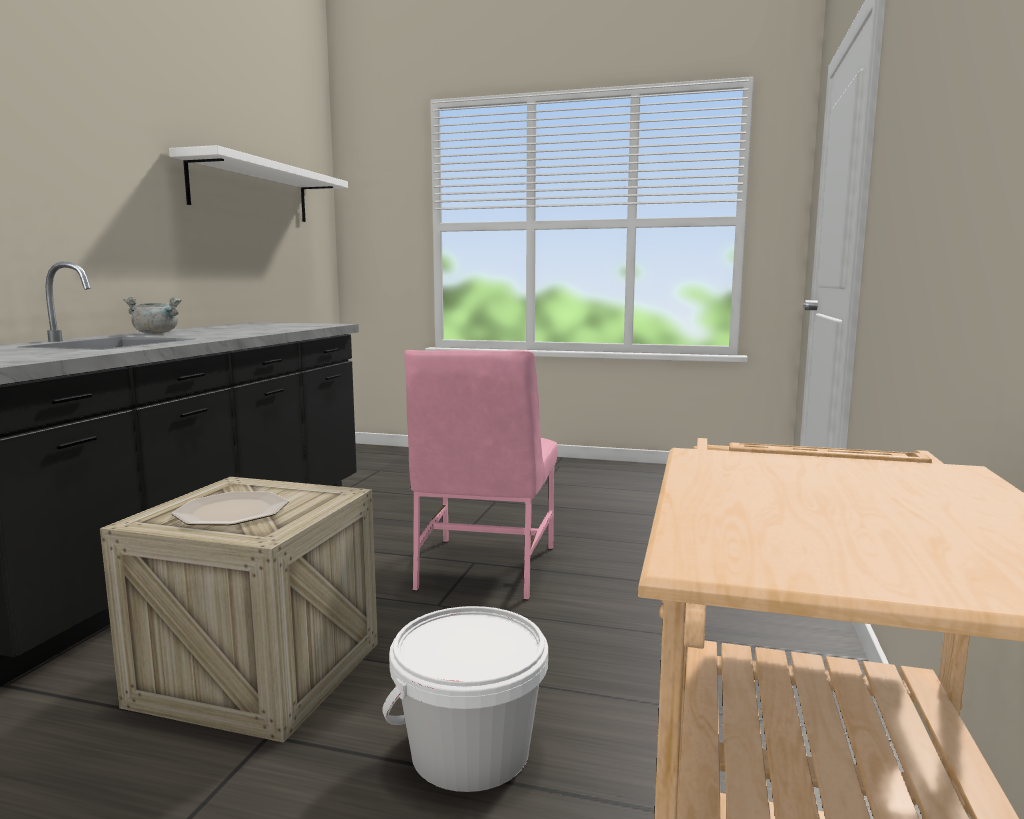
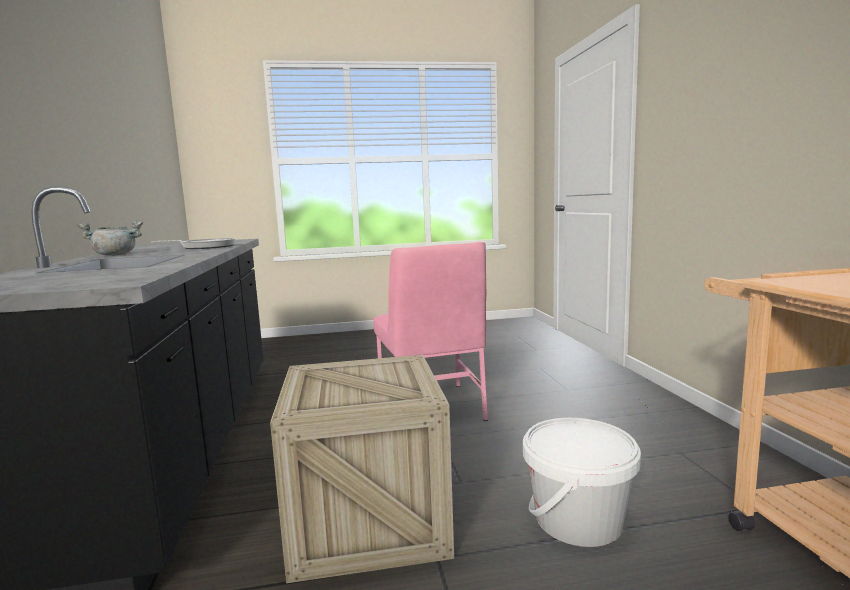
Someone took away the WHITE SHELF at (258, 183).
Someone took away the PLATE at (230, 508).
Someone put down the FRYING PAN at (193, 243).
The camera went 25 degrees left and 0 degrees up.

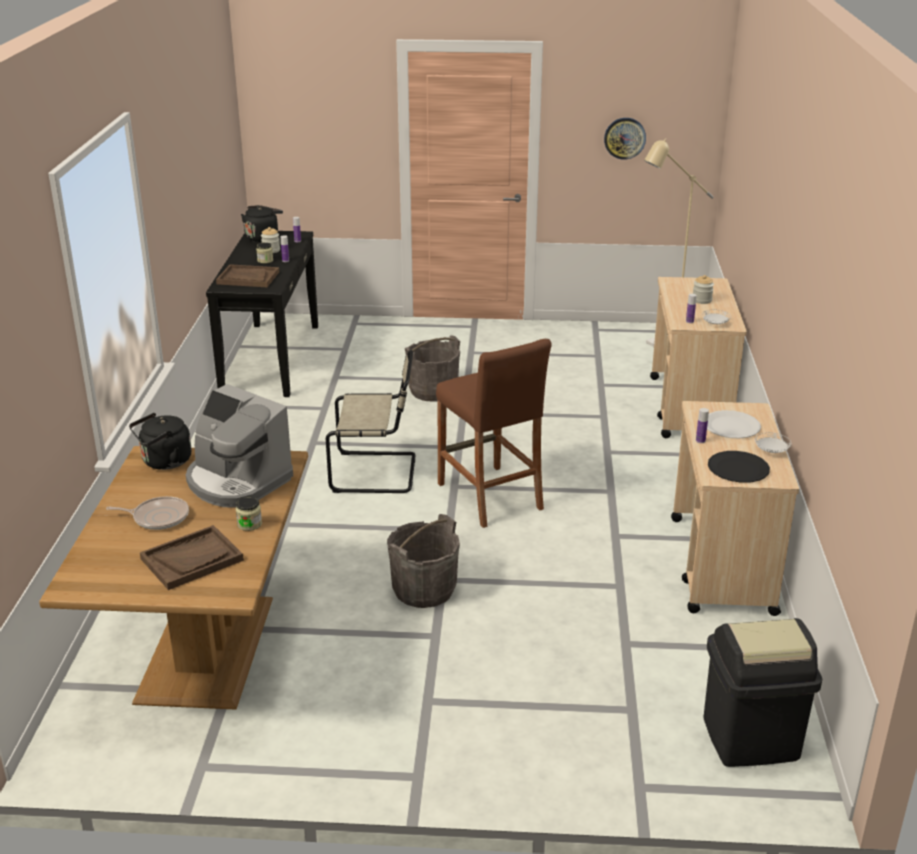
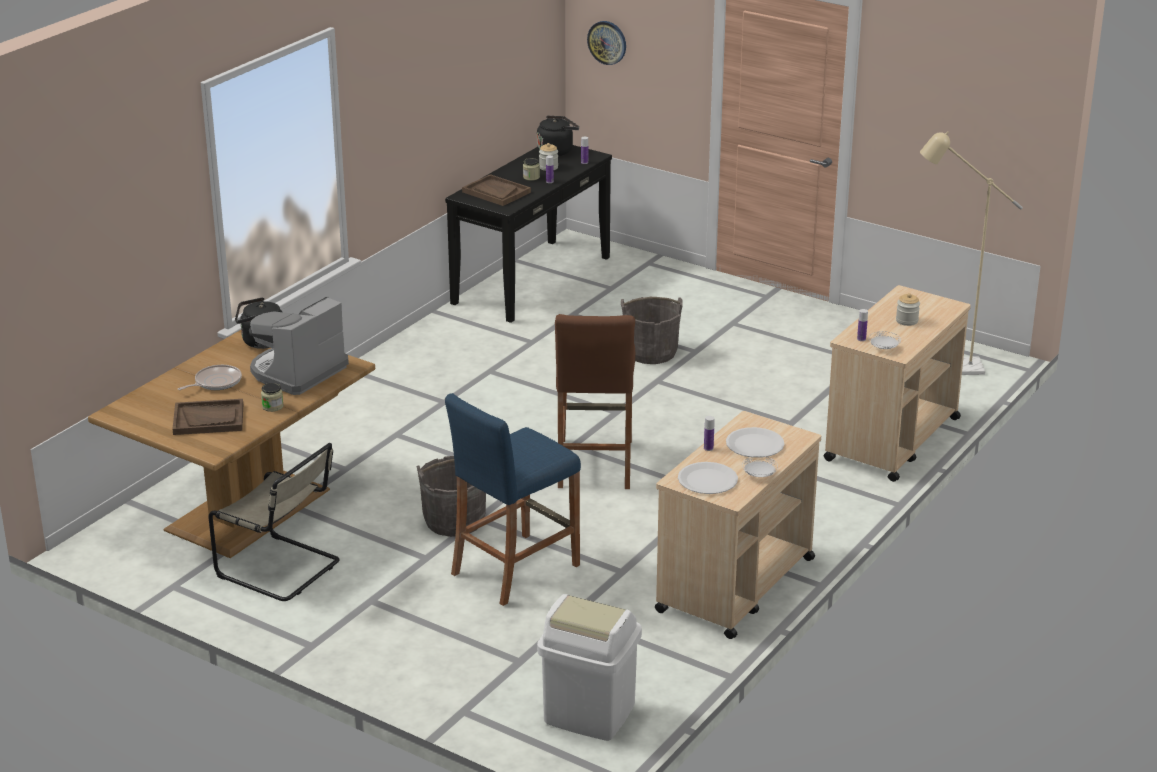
Someone put down the BLUE STOOL at (513, 499).
Someone carried the BEIGE CHAIR from (371, 421) to (274, 522).
Someone carried the WALL CLOCK from (625, 139) to (606, 43).
Someone repainted the BLACK TRASH CAN at (762, 692), which became the WHITE TRASH CAN at (589, 667).
Someone repainted the BLACK PLATE at (739, 467), which became the WHITE PLATE at (708, 478).
Someone rotated the FRYING PAN at (147, 513) by 75 degrees counterclockwise.
Someone rotated the COFFEE MACHINE at (239, 446) by 60 degrees clockwise.
The camera went 30 degrees right and 0 degrees up.

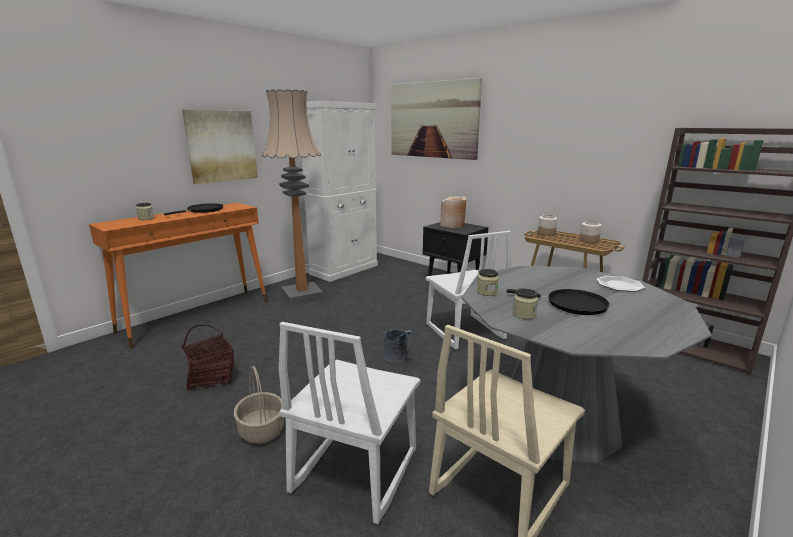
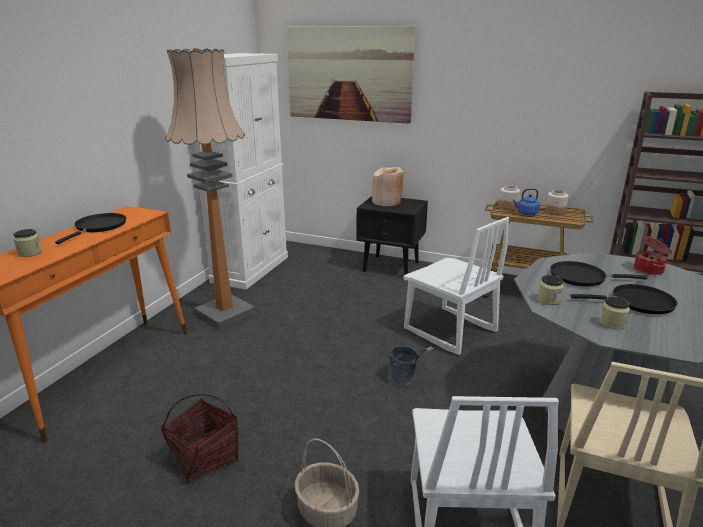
Someone took away the PICTURE at (220, 147).
Someone put down the BLUE KETTLE at (526, 201).
Someone put down the BLACK FRYING PAN at (599, 273).
Someone swapped the PLATE at (621, 284) for the COOKING POT at (653, 255).
The camera went 20 degrees left and 5 degrees up.

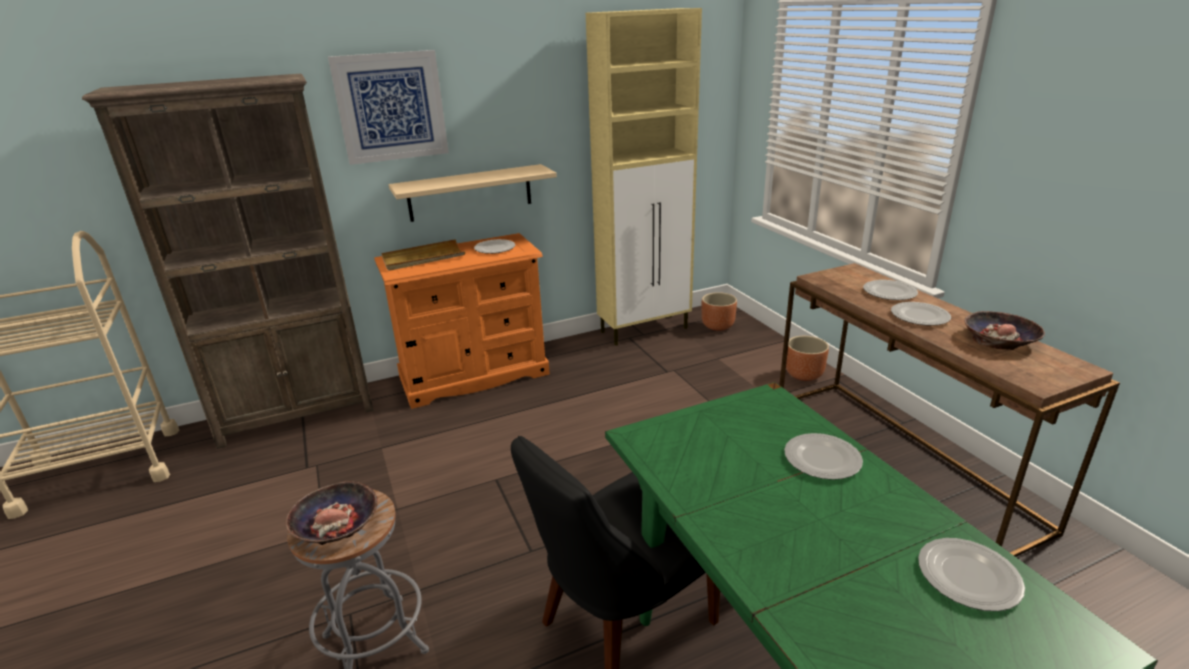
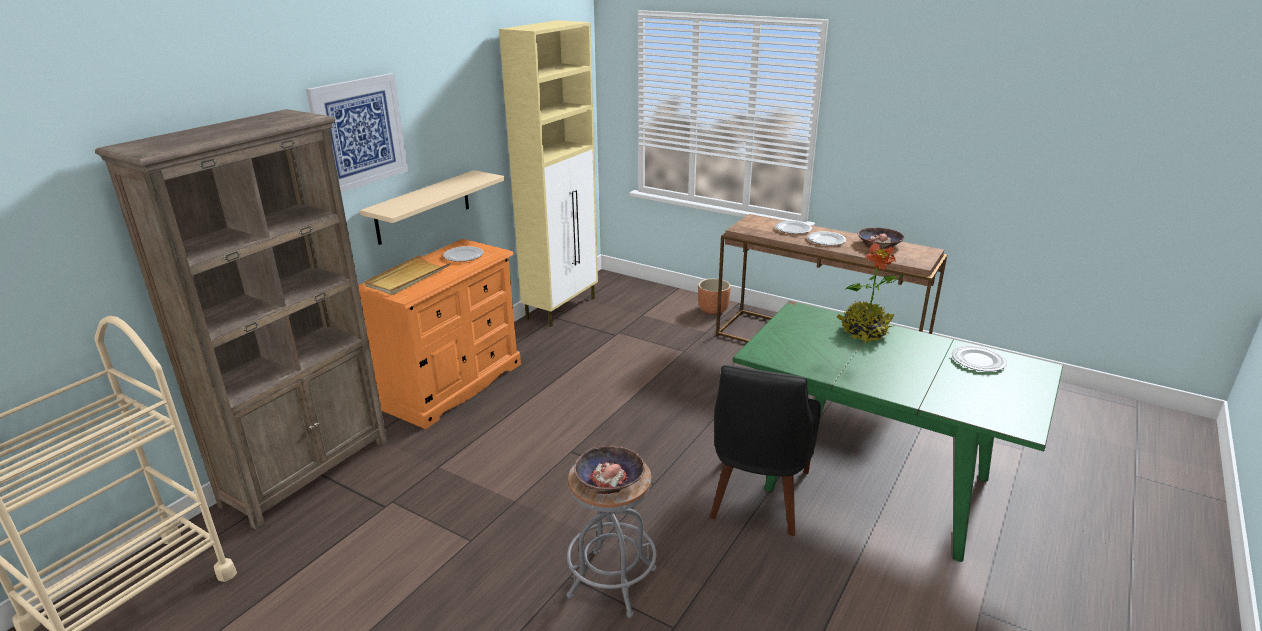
Someone took away the BROWN PLANTER at (719, 311).
Someone swapped the PLATE at (823, 456) for the POTTED PLANT at (869, 292).
The camera went 35 degrees left and 0 degrees up.

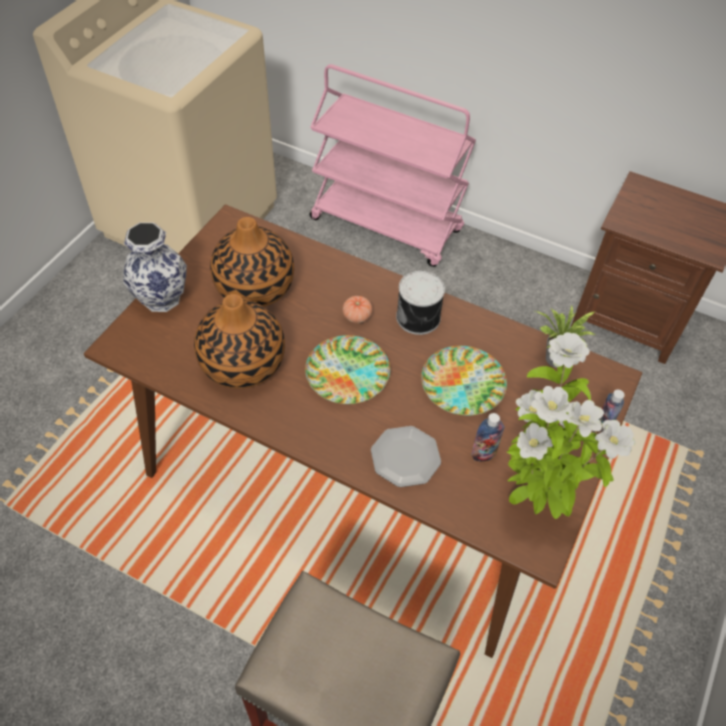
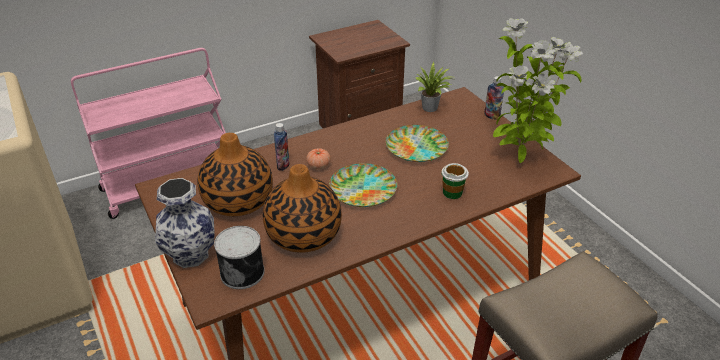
Someone carried the CAN from (420, 303) to (239, 257).
Someone carried the BOTTLE from (487, 437) to (282, 147).
Someone swapped the PLATE at (406, 456) for the CUP at (455, 181).
The camera went 55 degrees left and 15 degrees down.

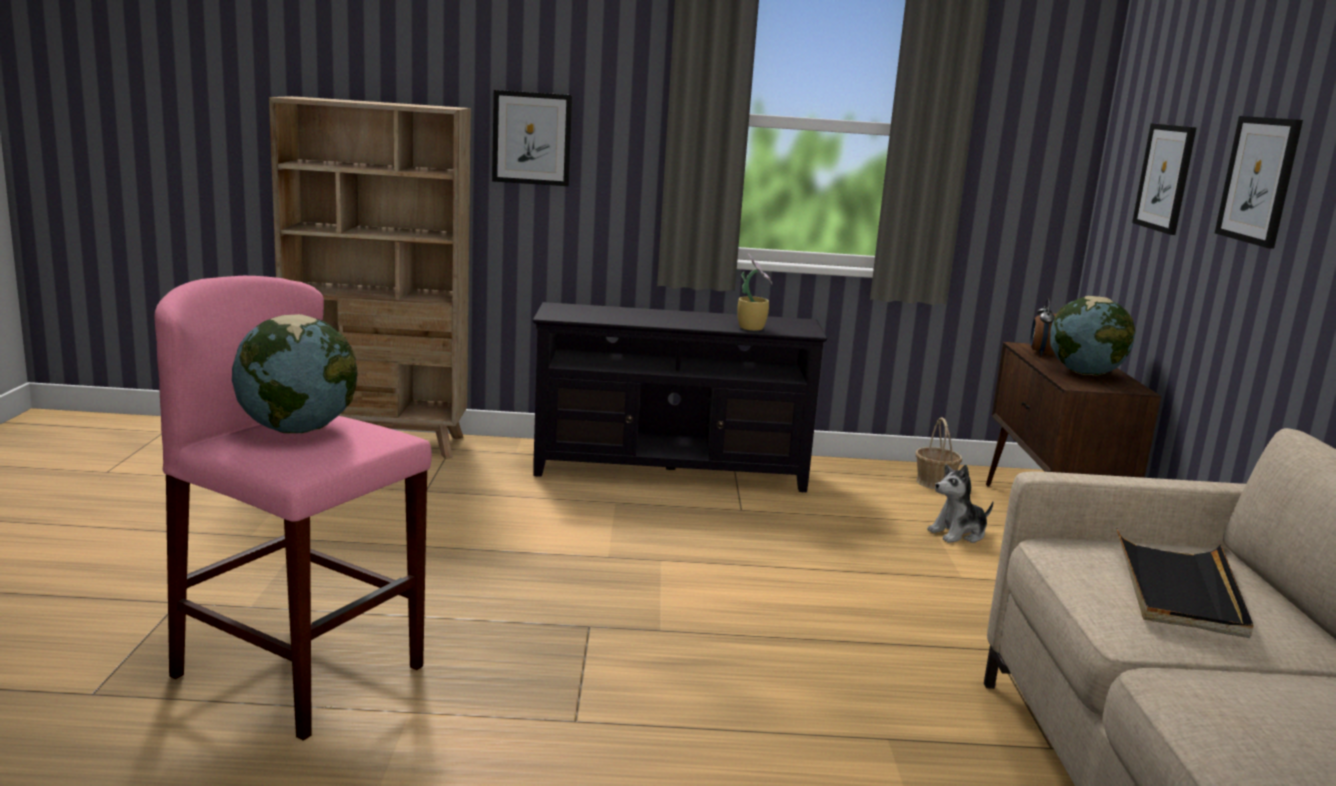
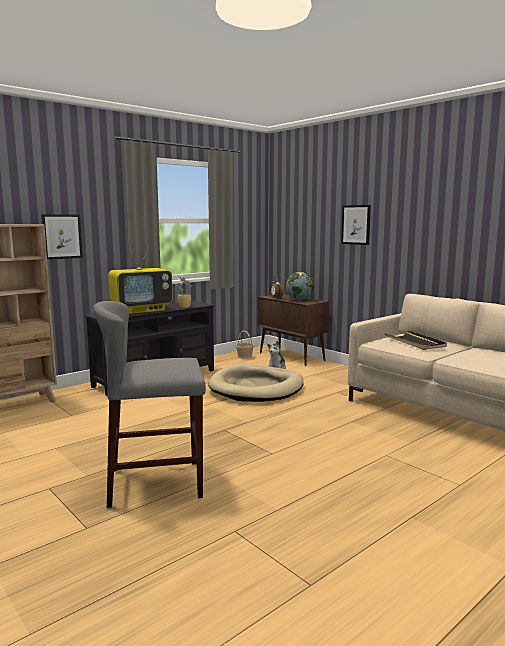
Someone took away the GLOBE at (295, 374).
Someone took away the PICTURE at (1164, 179).
Someone put down the TELEVISION at (140, 279).
Someone put down the BEIGE DOG BED at (256, 383).
Someone repainted the PINK STOOL at (293, 508), which became the GREY STOOL at (149, 404).
The camera went 40 degrees left and 5 degrees down.

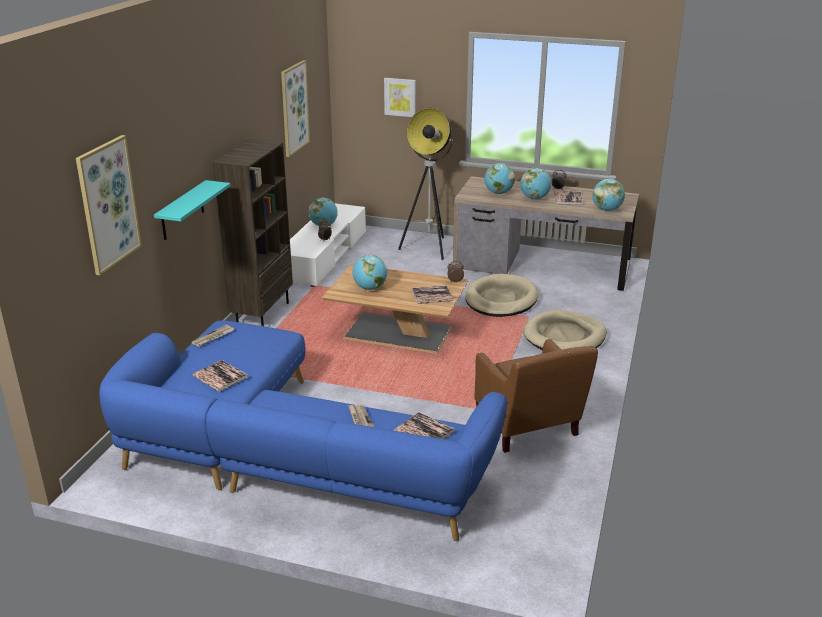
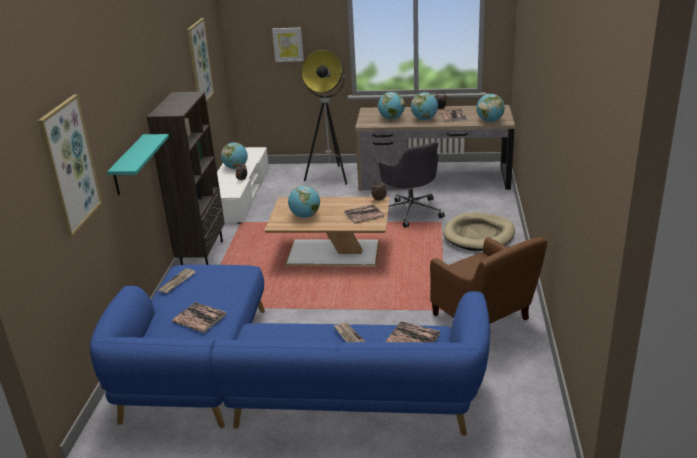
Someone swapped the BEIGE DOG BED at (501, 295) for the GREY OFFICE CHAIR at (412, 184).
The camera went 10 degrees left and 0 degrees up.

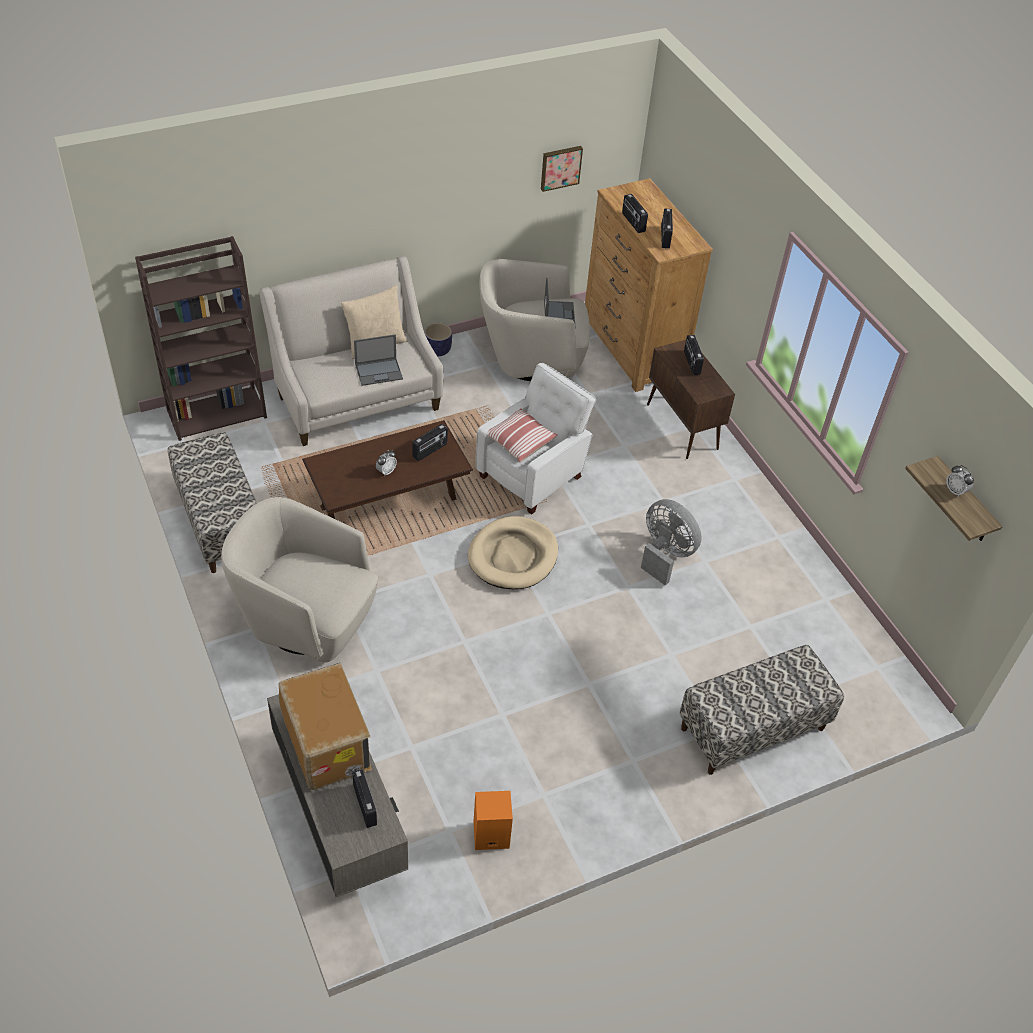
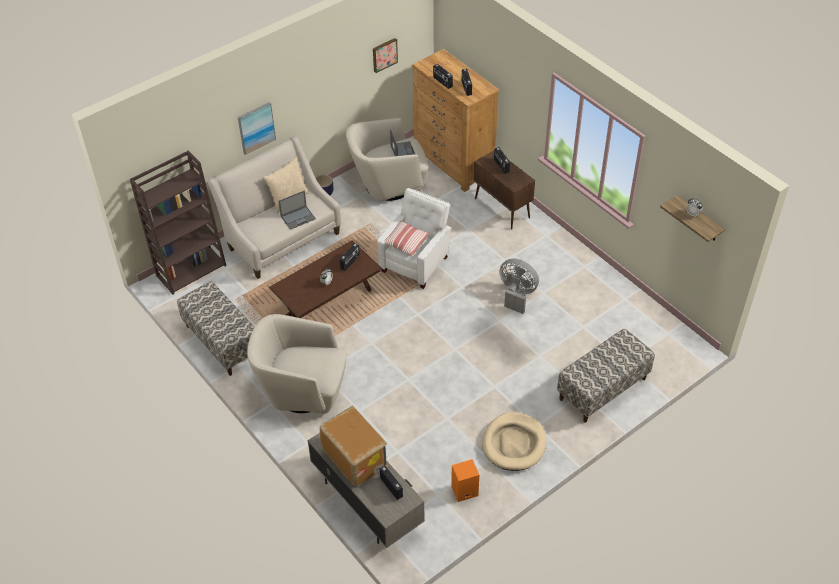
Someone put up the PICTURE at (257, 128).
Someone carried the BEIGE DOG BED from (513, 552) to (514, 441).
The camera went 10 degrees left and 0 degrees up.

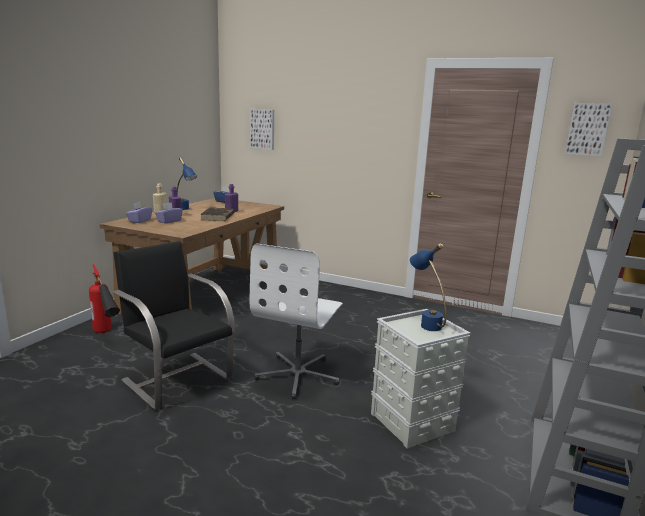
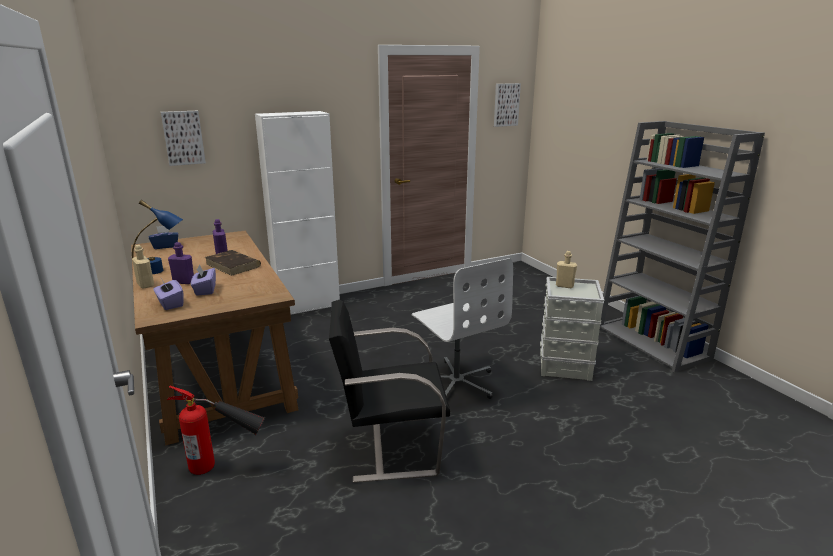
Someone put down the WHITE CABINET at (297, 213).
Someone swapped the BLUE TABLE LAMP at (428, 287) for the BEIGE BOTTLE at (566, 269).
The camera went 50 degrees left and 5 degrees up.

